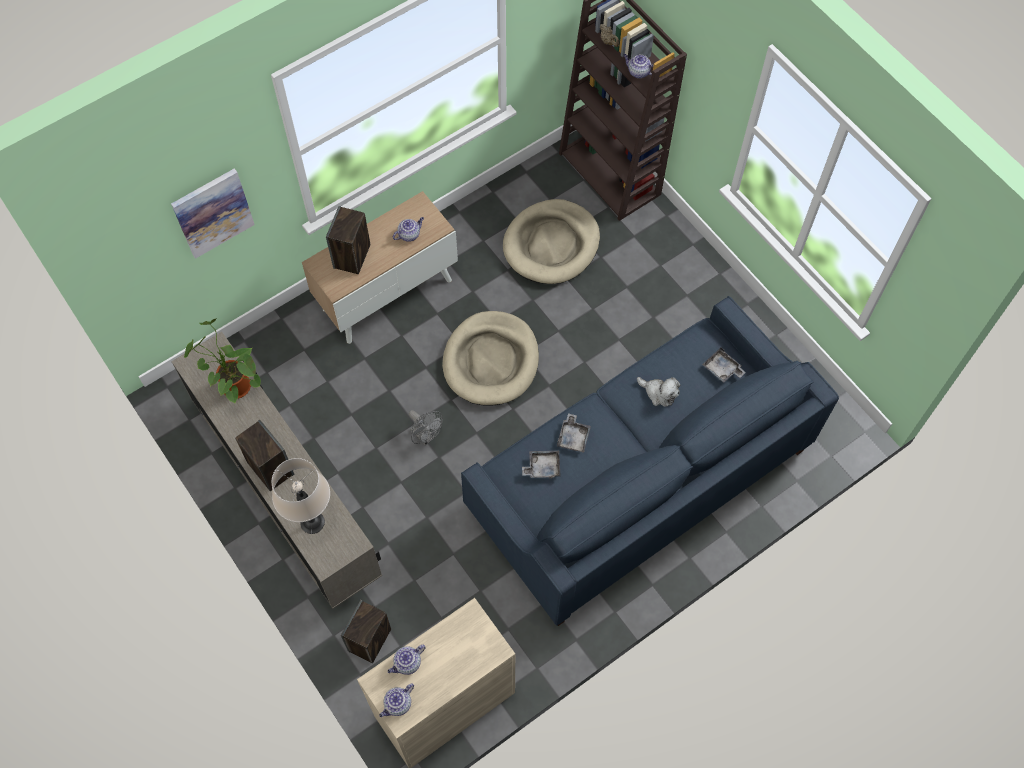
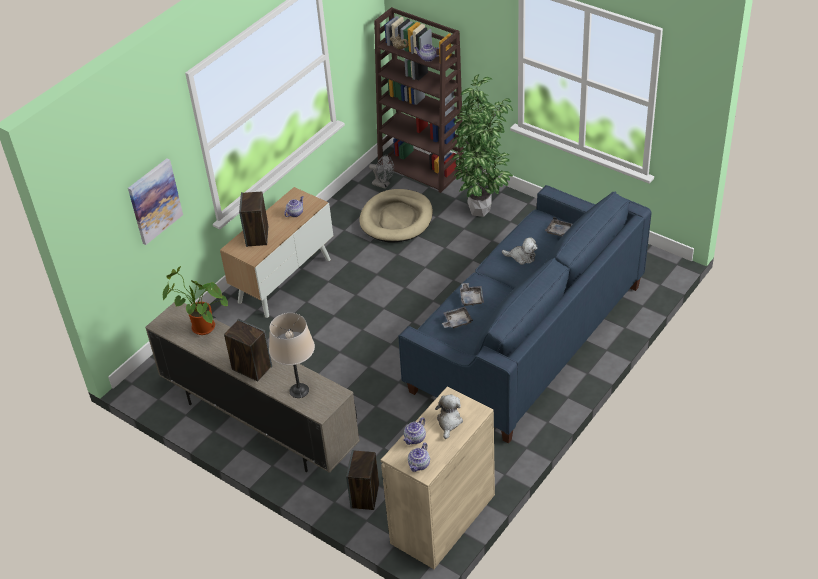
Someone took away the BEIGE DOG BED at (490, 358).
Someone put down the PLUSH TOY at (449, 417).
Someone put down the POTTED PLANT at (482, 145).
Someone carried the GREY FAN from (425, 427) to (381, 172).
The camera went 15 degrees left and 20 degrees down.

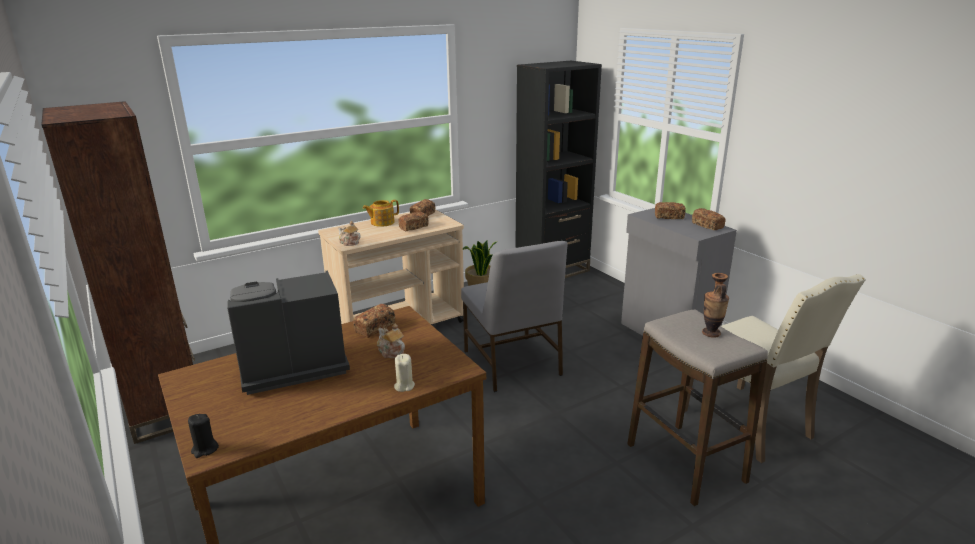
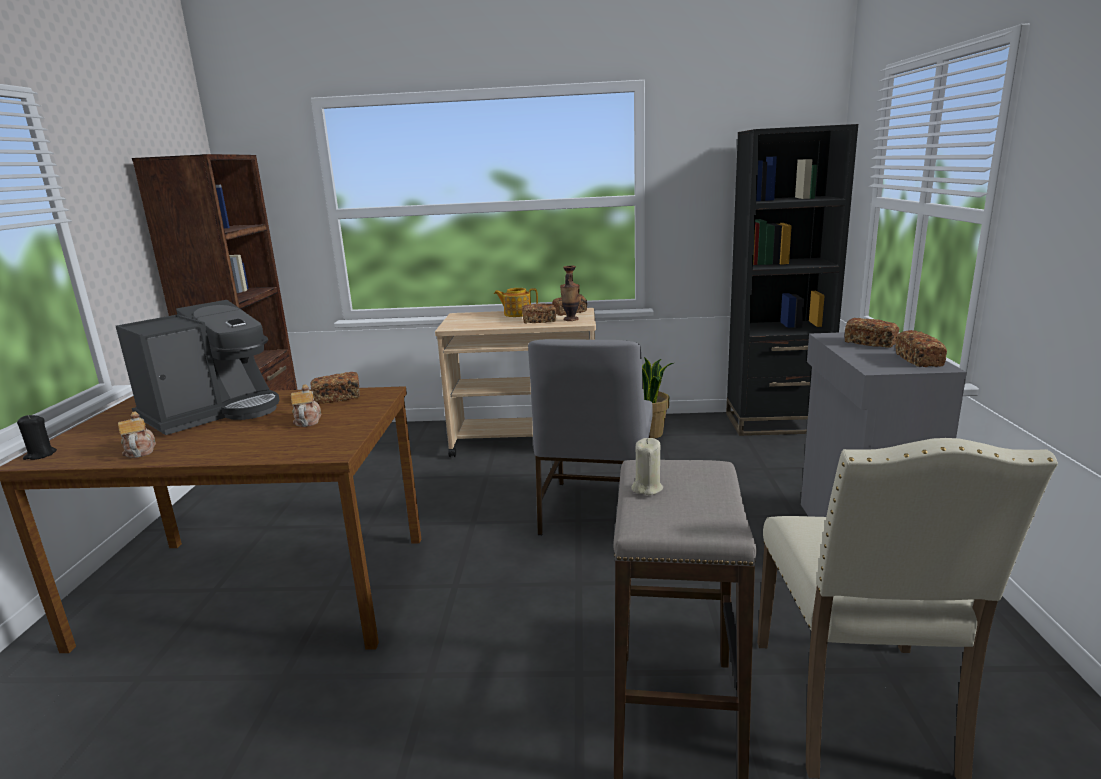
Someone carried the TEAPOT from (349, 233) to (137, 434).
Someone carried the BEIGE CANDLE from (404, 373) to (647, 466).
Someone carried the VASE from (715, 305) to (570, 293).
Someone rotated the COFFEE MACHINE at (288, 332) by 120 degrees clockwise.
The camera went 35 degrees right and 5 degrees down.

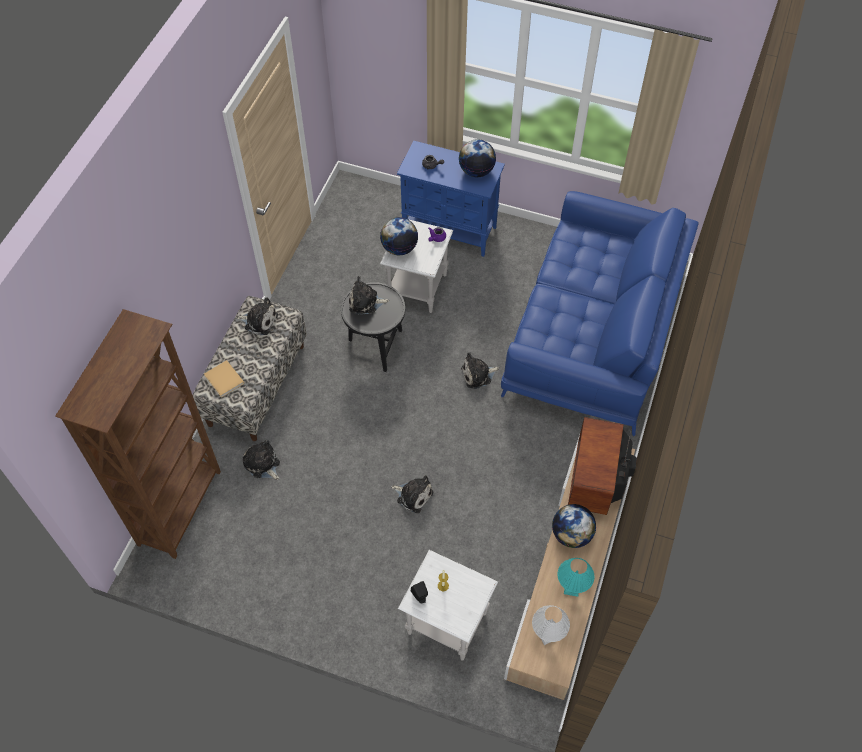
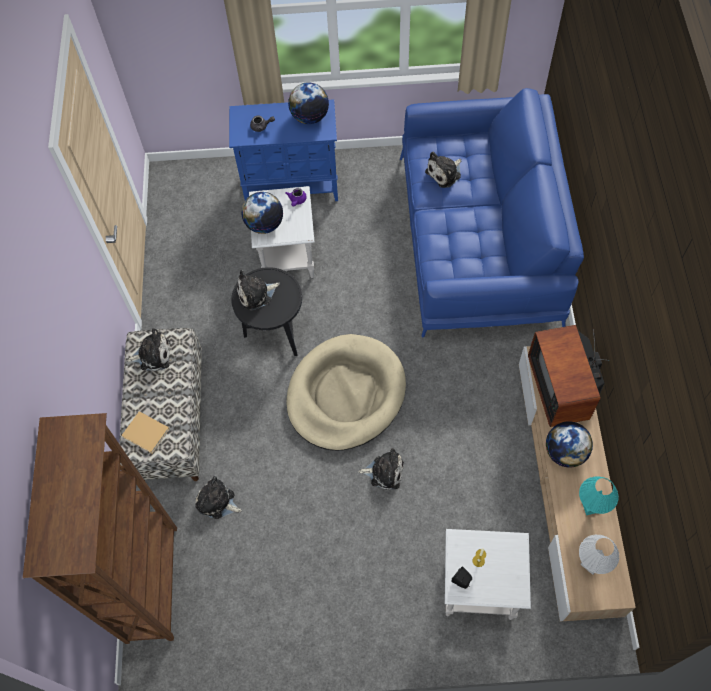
Someone put down the BEIGE DOG BED at (346, 392).
Someone carried the PLUSH TOY from (480, 370) to (443, 170).
The camera went 20 degrees left and 5 degrees up.

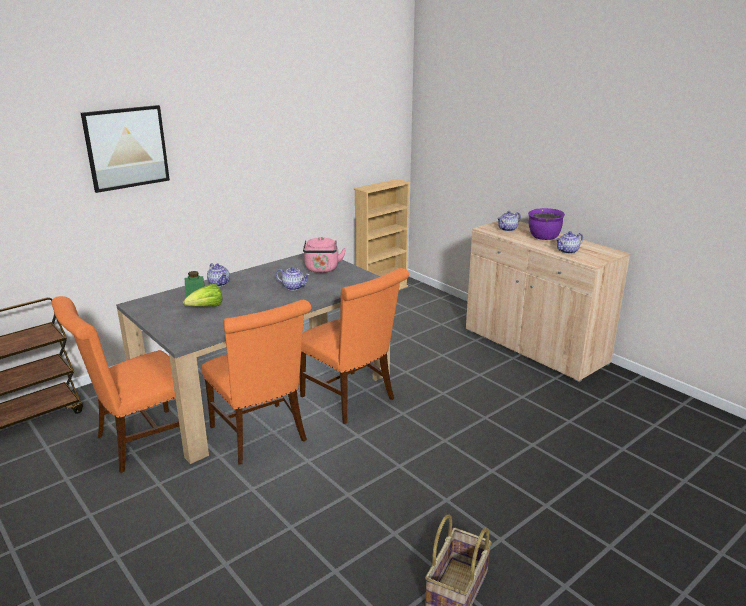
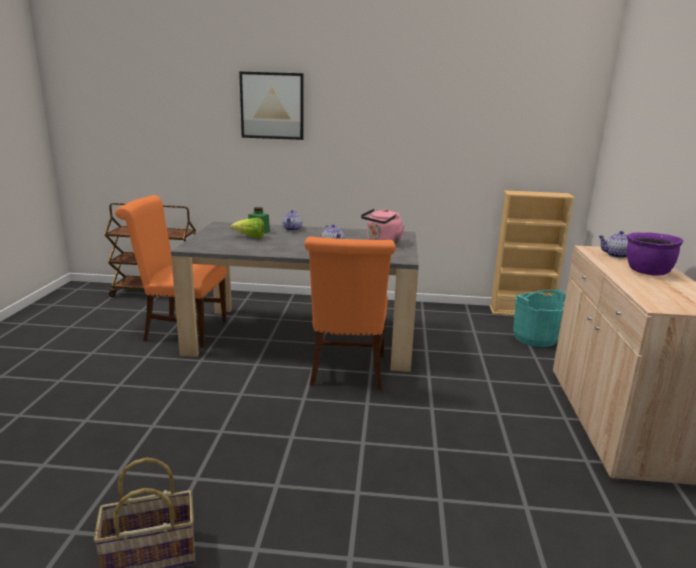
Someone took away the ORANGE CHAIR at (257, 382).
Someone took away the TEAPOT at (569, 242).
Someone put down the TURQUOISE BUCKET at (539, 318).
The camera went 45 degrees right and 5 degrees down.

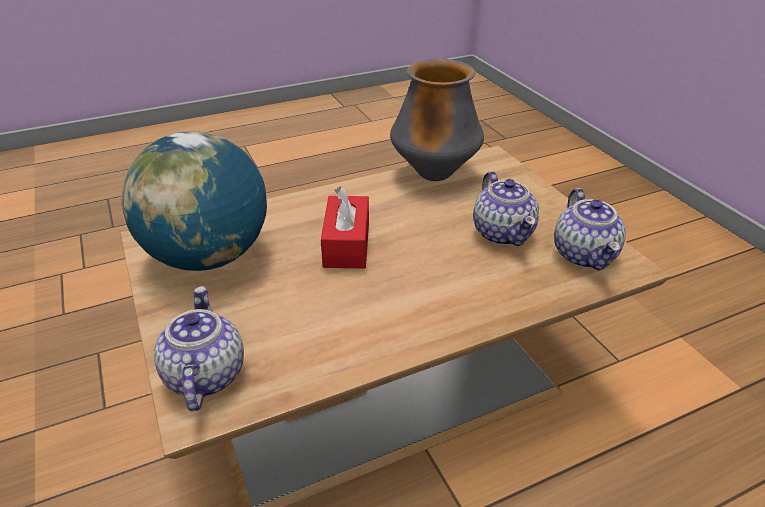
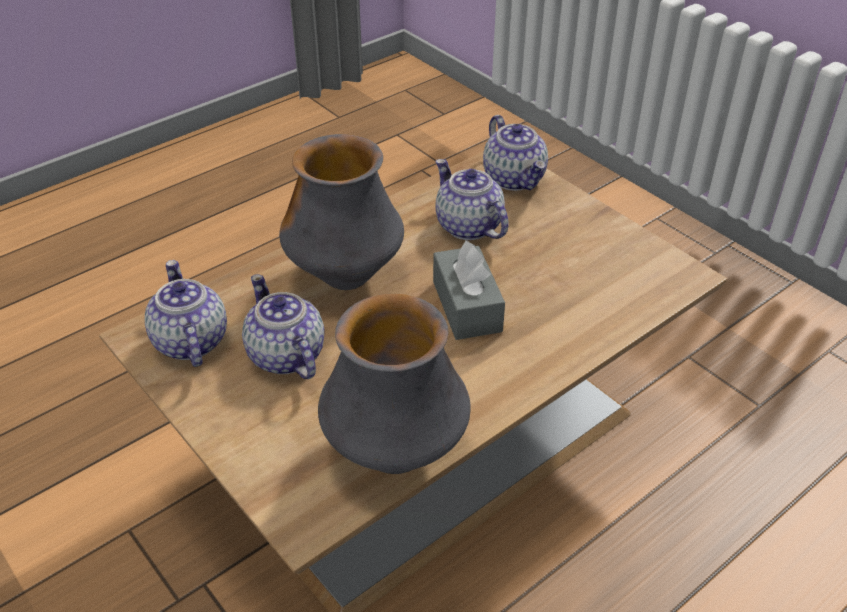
Someone took away the GLOBE at (194, 201).
Someone put down the VASE at (341, 212).
Someone put down the TEAPOT at (472, 199).
Someone repainted the RED TISSUE BOX at (345, 227), which became the GREY TISSUE BOX at (469, 290).
The camera went 165 degrees right and 5 degrees up.

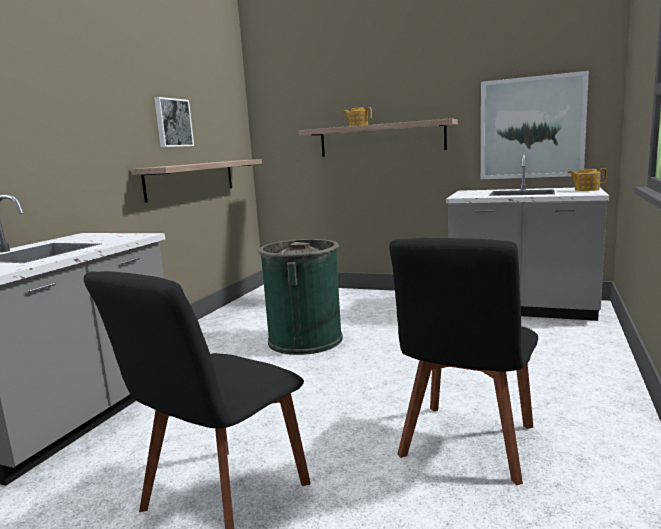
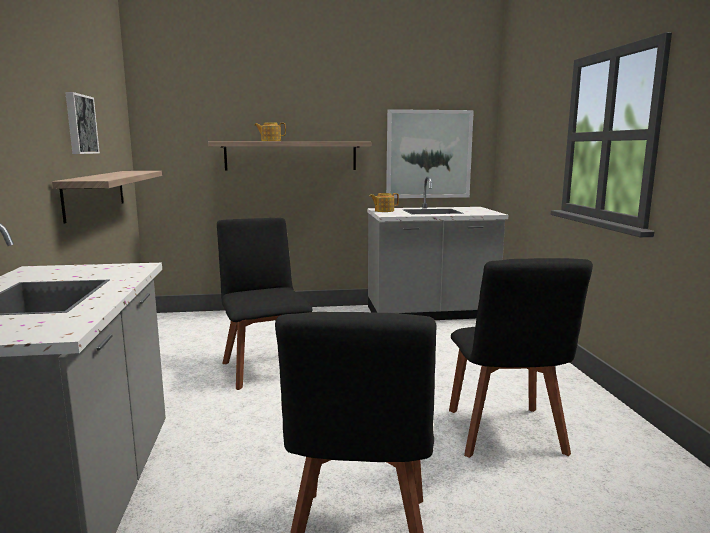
Someone carried the TEAPOT from (587, 179) to (384, 202).
Someone swapped the GREEN TRASH CAN at (300, 297) for the BLACK CHAIR at (265, 304).
The camera went 30 degrees left and 0 degrees up.

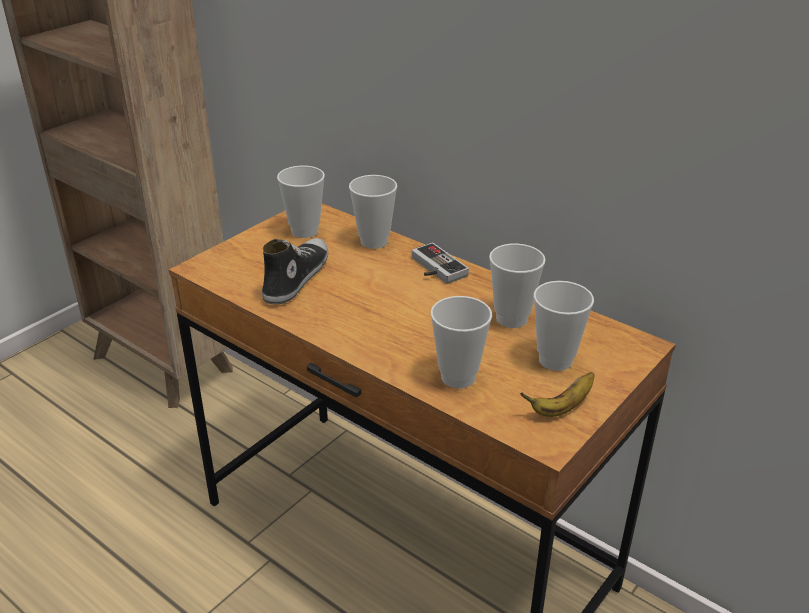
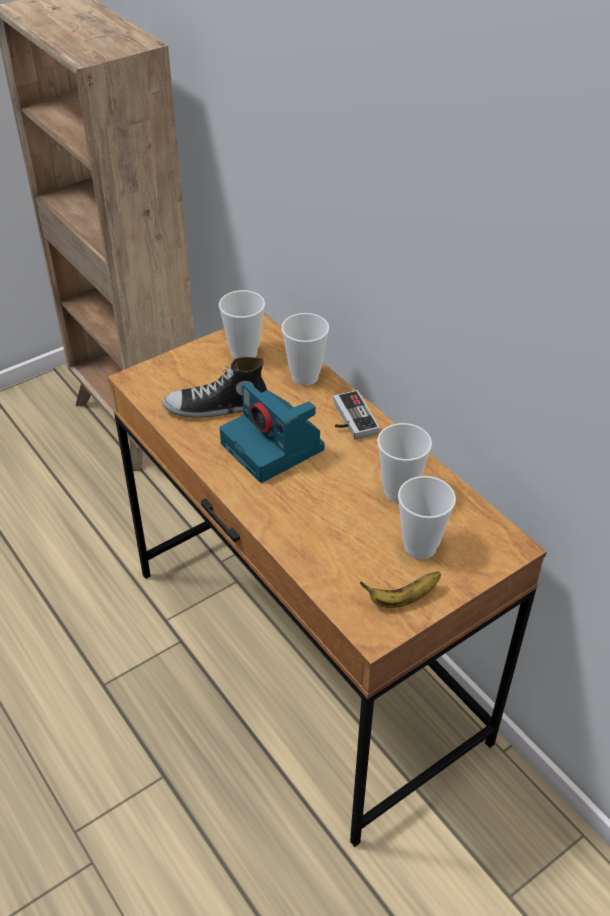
Someone took away the CUP at (461, 342).
Someone put down the PHOTO CAMERA at (272, 432).
Someone rotated the SHOE at (295, 271) by 135 degrees counterclockwise.
The camera went 15 degrees right and 10 degrees up.

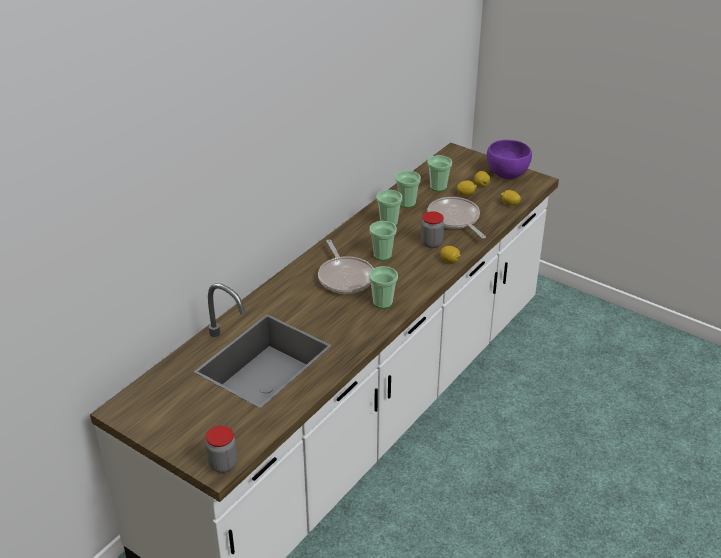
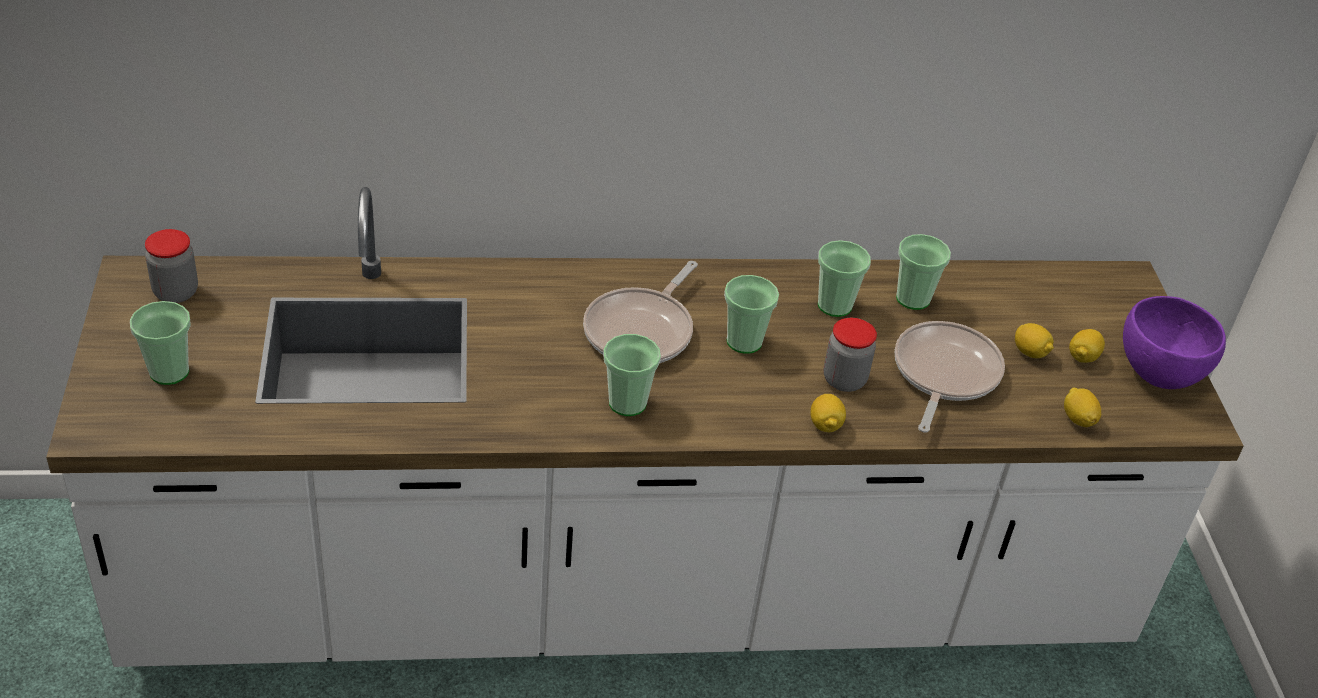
Someone carried the JAR from (221, 449) to (171, 266).
Someone carried the CUP from (440, 173) to (160, 343).
The camera went 45 degrees right and 5 degrees up.

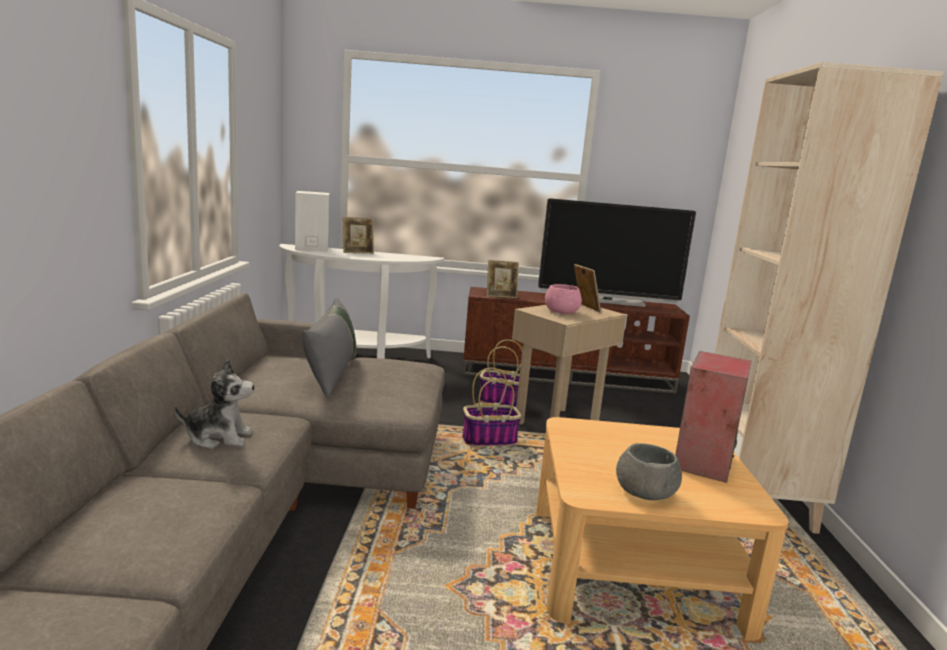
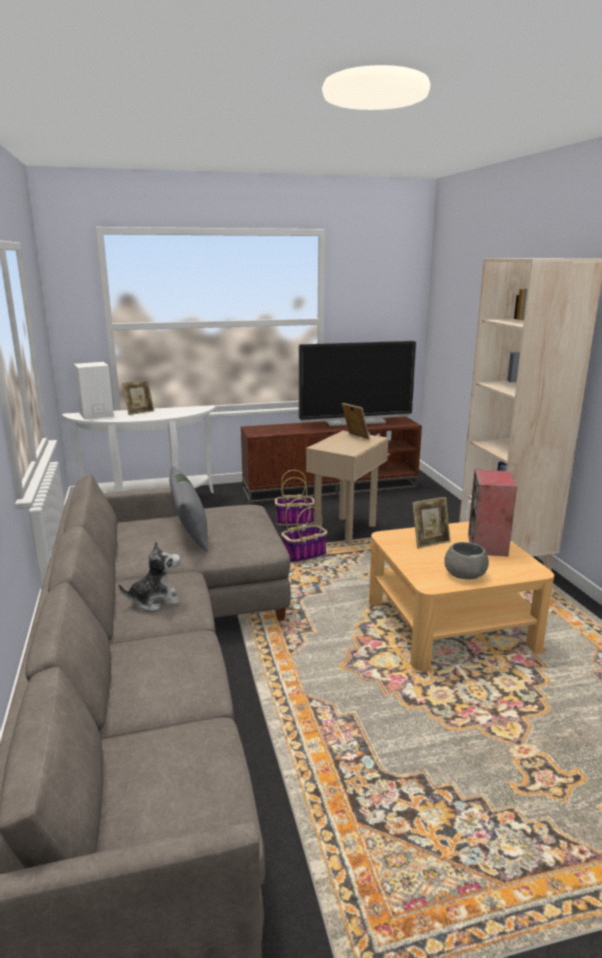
Someone took away the PINK BOWL at (563, 299).
Someone carried the PICTURE FRAME from (503, 279) to (431, 523).
The camera went 15 degrees left and 5 degrees up.

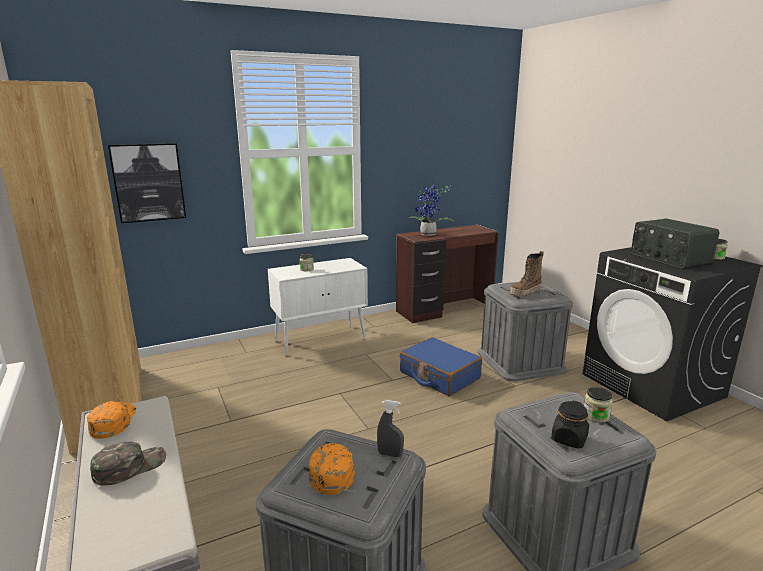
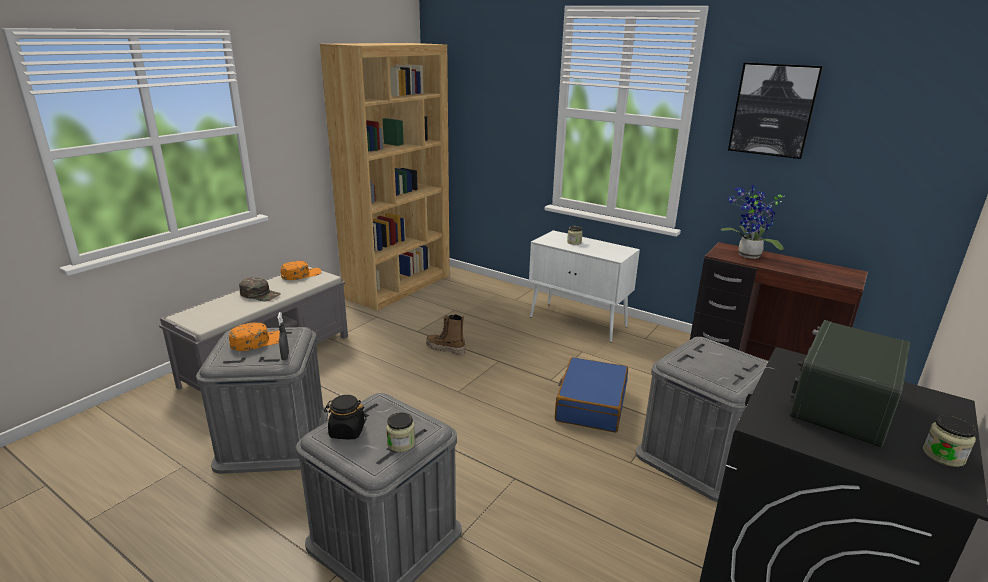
Someone carried the PICTURE from (147, 183) to (775, 110).
Someone carried the BOOT from (527, 274) to (446, 334).
The camera went 60 degrees right and 5 degrees up.

